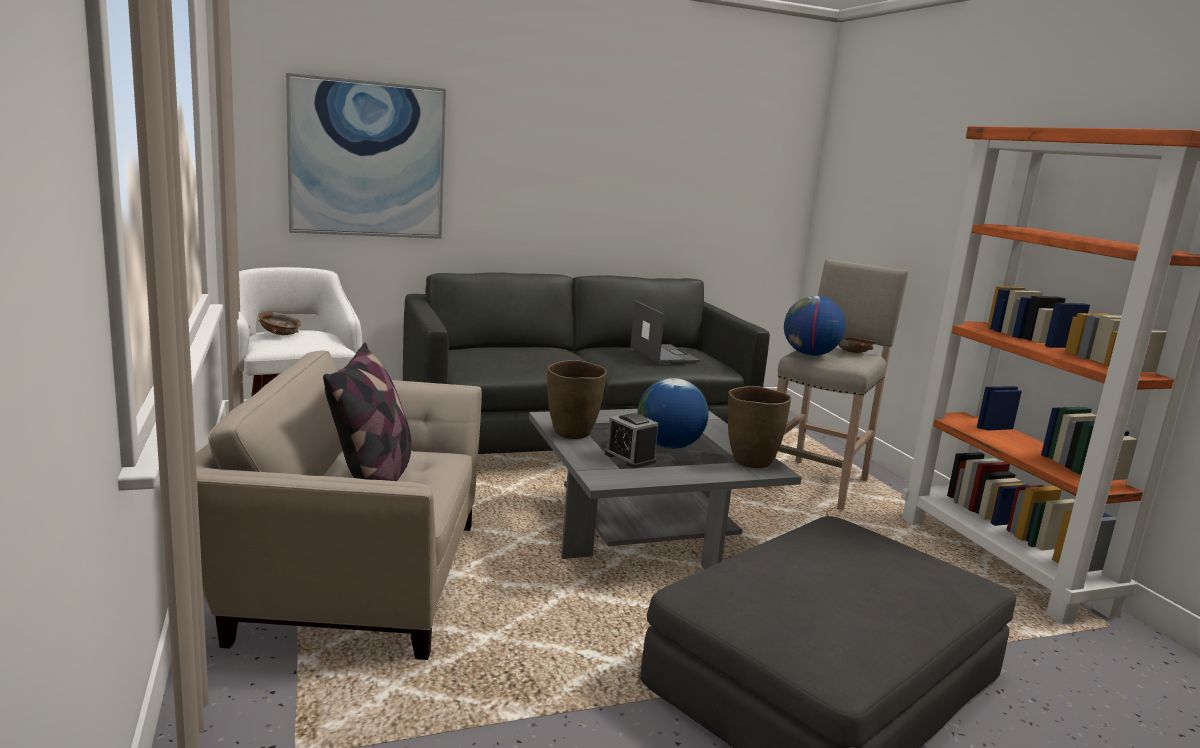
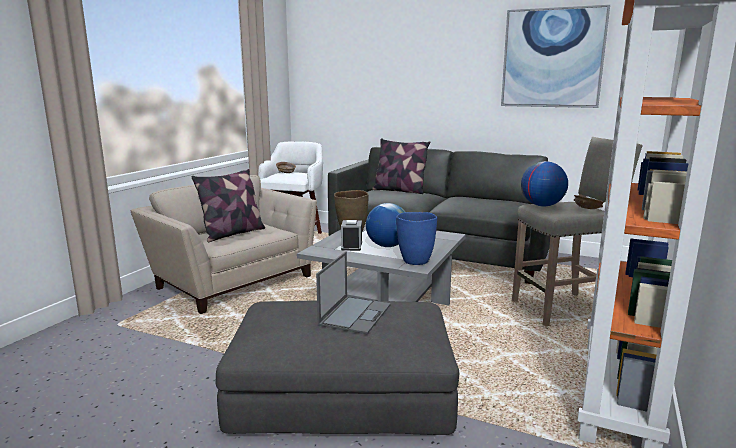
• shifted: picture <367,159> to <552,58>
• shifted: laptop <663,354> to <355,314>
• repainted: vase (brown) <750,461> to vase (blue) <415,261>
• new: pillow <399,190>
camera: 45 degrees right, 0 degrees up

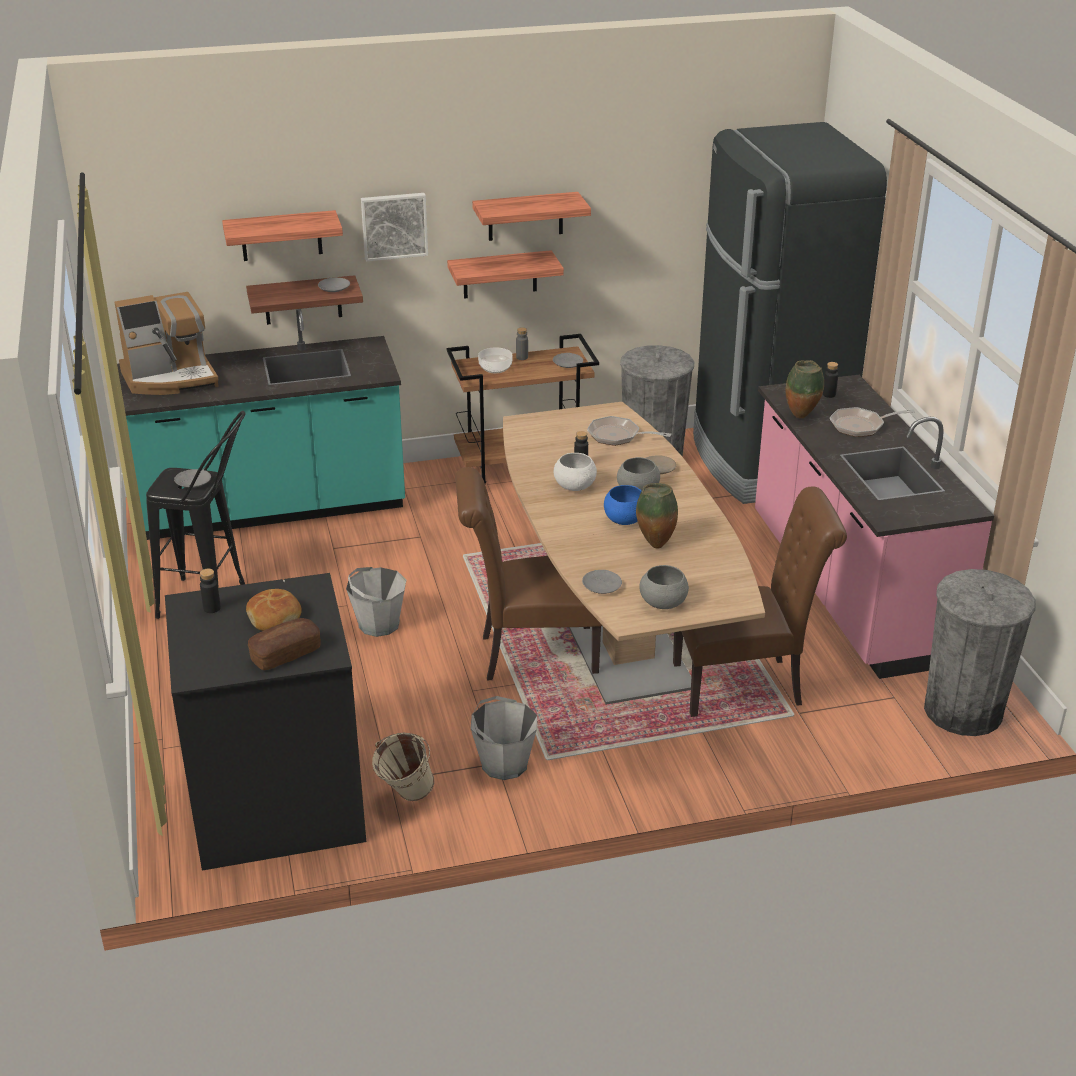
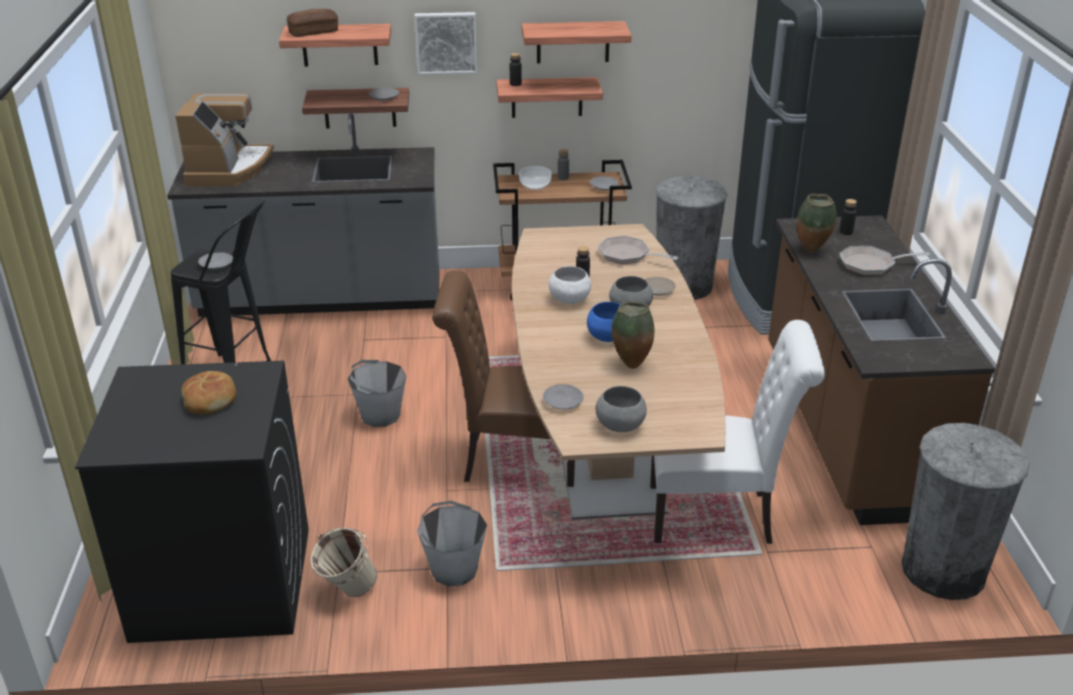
• rotated: coffee machine <171,378> = <228,169> 75 degrees counterclockwise
• repainted: counter (turquoise) <272,509> to counter (grey) <321,299>
• shifted: bottle (black) <212,608> to <515,84>
• shifted: bread <285,654> to <313,32>
• repainted: chair (brown) <745,685> to chair (white) <719,516>
• repainted: counter (pink) <847,590> to counter (brown) <846,429>
camera: 10 degrees right, 0 degrees up

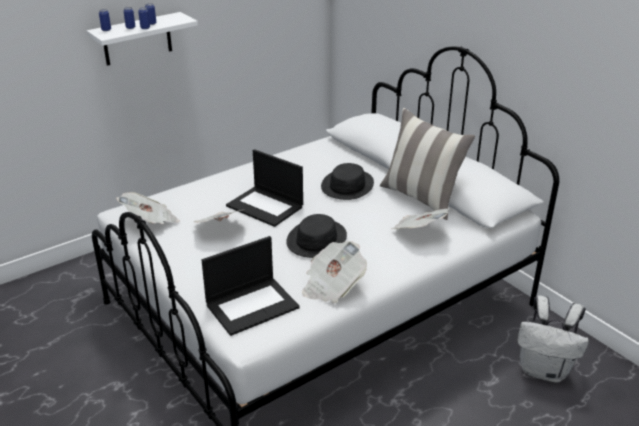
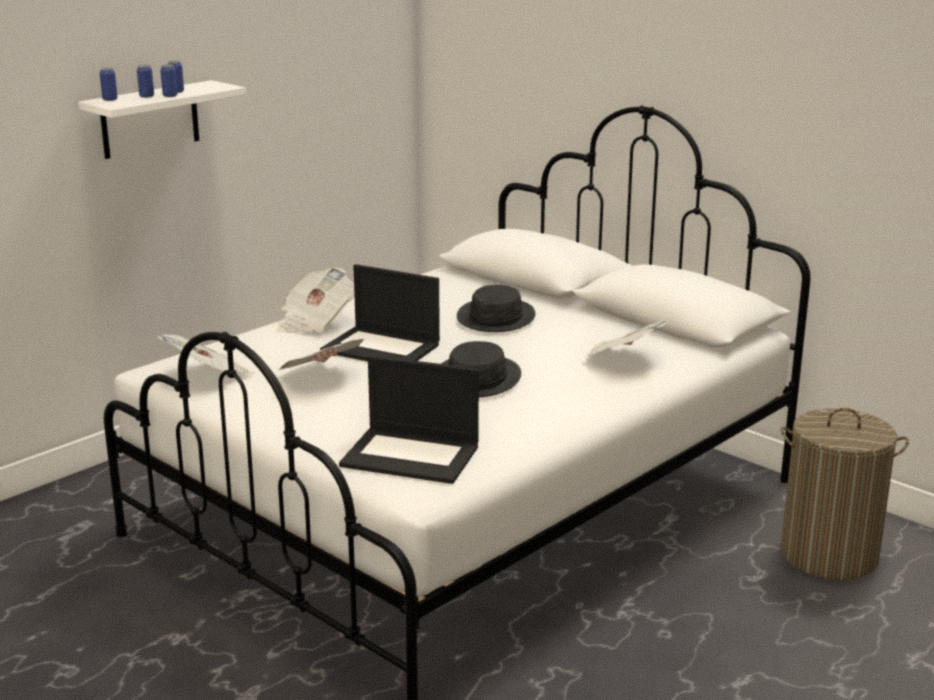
• rotated: laptop <252,305> = <412,455> 60 degrees clockwise
• shifted: newspaper <332,286> to <315,322>
• gone: pillow <421,198>
• swapped: backpack (white) <544,370> to laundry basket <829,555>
camera: 10 degrees left, 10 degrees down

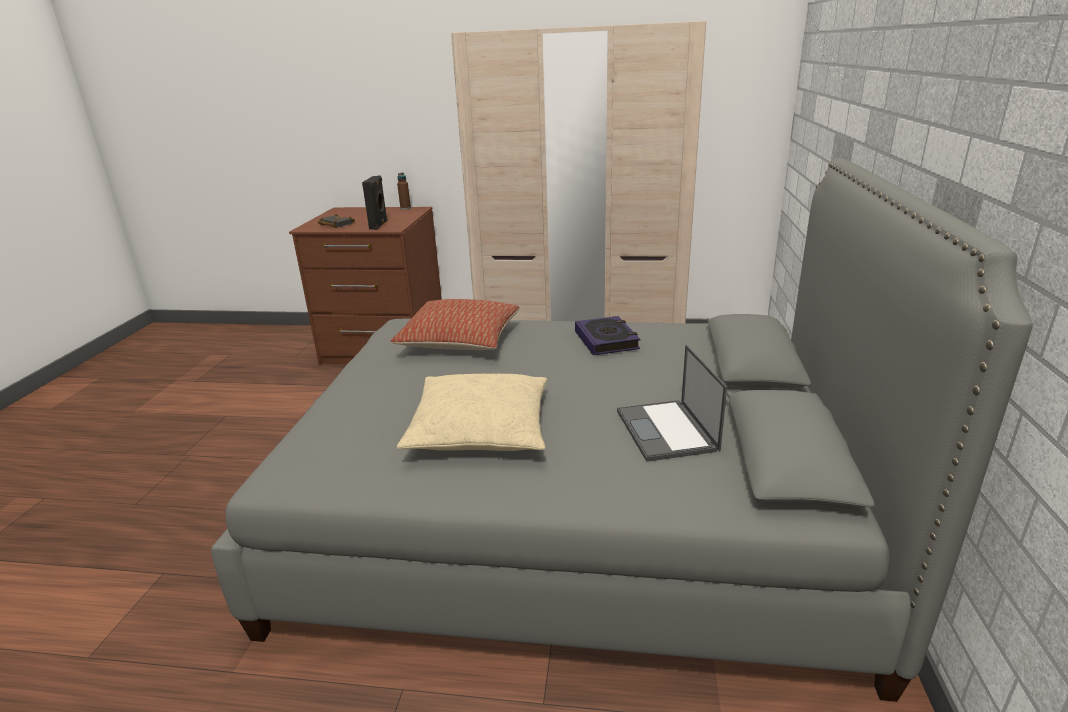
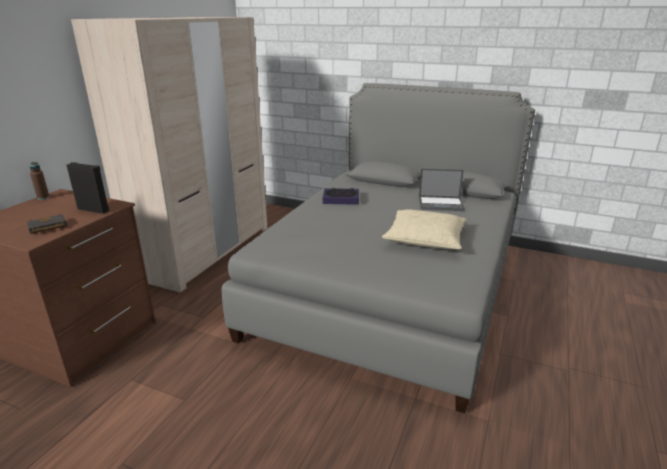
• gone: pillow <460,340>
camera: 75 degrees left, 0 degrees up

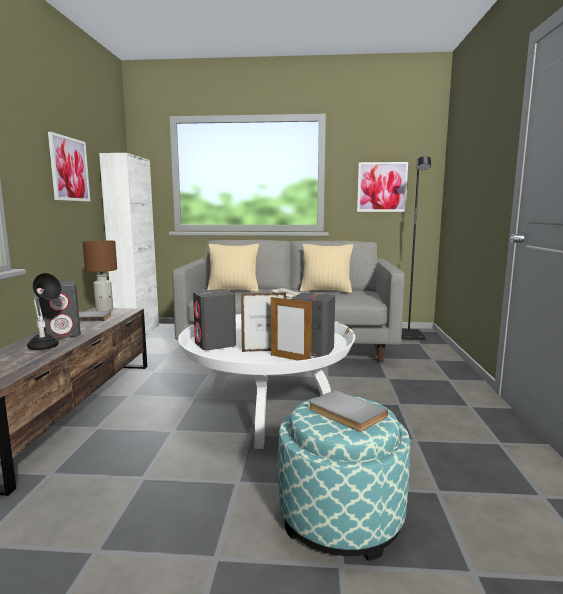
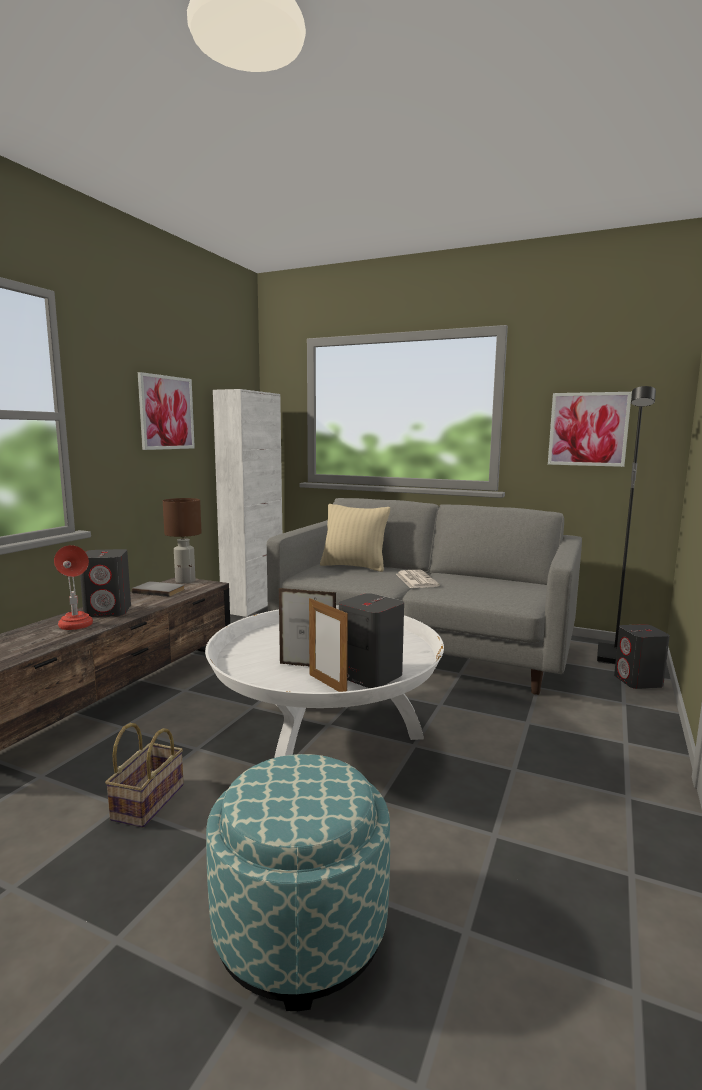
• repainted: table lamp (black) <46,348> to table lamp (red) <76,628>
• shifted: speaker (grey) <215,344> to <638,681>
• gone: pillow (beige) <326,291>
• gone: book (grey) <345,413>
• new: basket <148,800>
camera: 20 degrees right, 0 degrees up

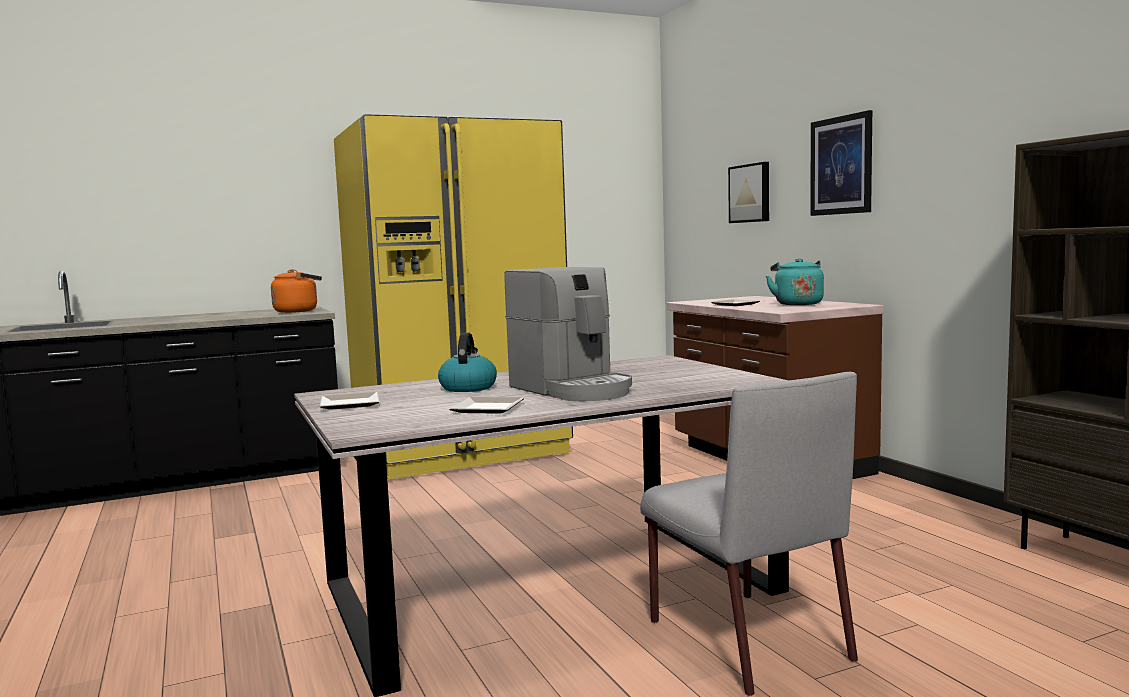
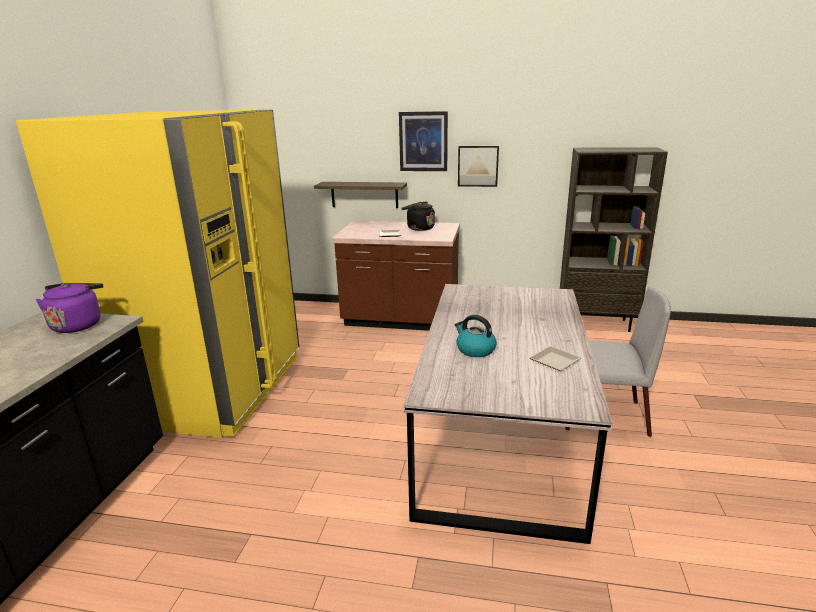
• repainted: kettle (orange) <298,311> to kettle (purple) <78,325>
• gone: plate <348,404>
• gone: coffee machine <573,389>
• shifted: picture <751,193> to <478,165>
• repainted: kettle (turquoise) <797,304> to kettle (black) <418,228>
• new: shelf <364,194>
camera: 55 degrees left, 15 degrees up

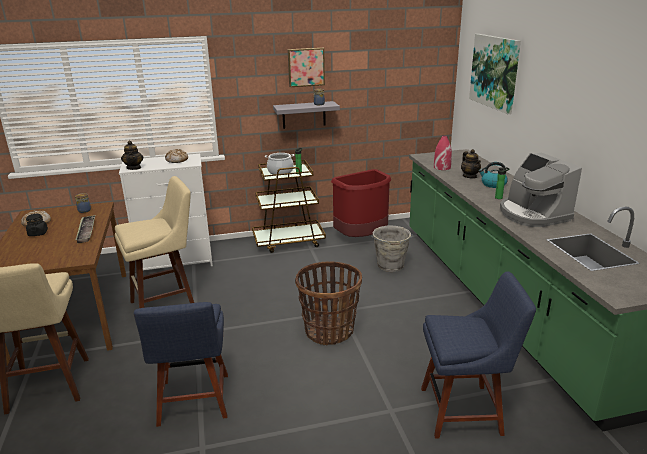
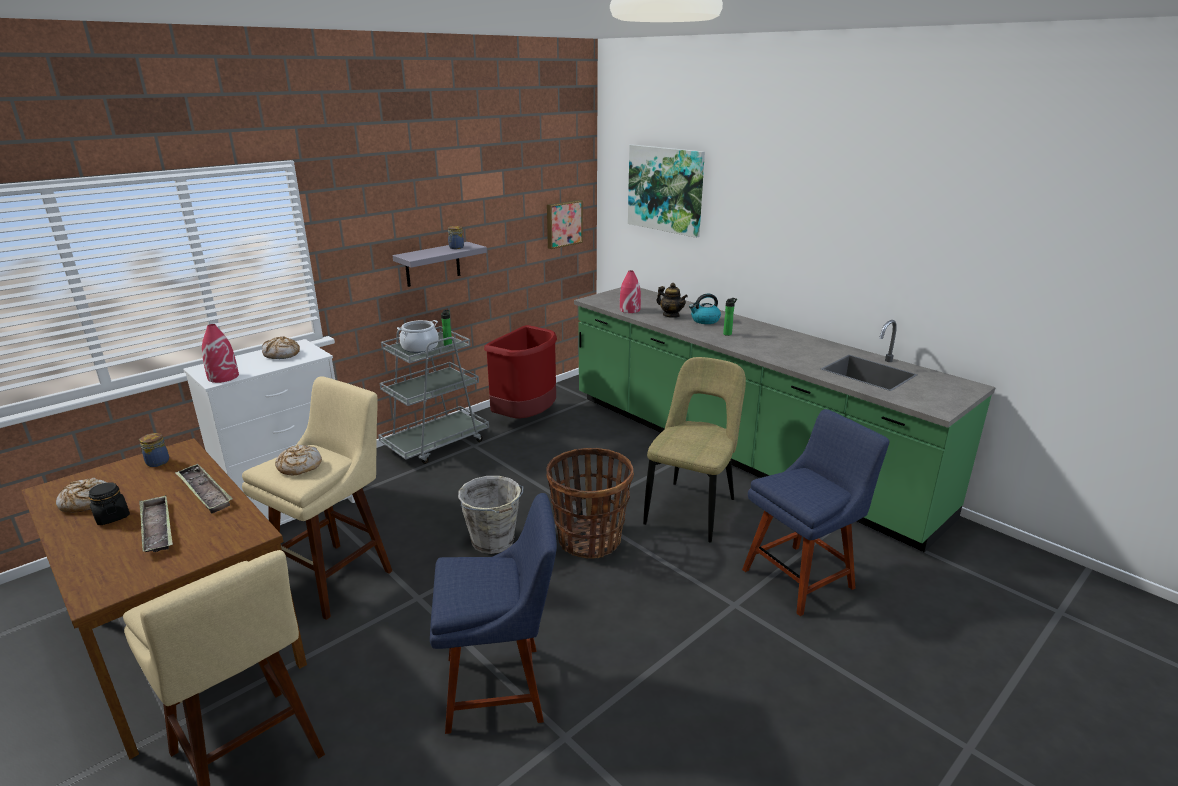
• swapped: teapot <134,168> to vase (red) <223,377>
• rotated: chair (blue) <193,402> = <500,687> 60 degrees counterclockwise
• repainted: cart (brown) <289,241> to cart (grey) <436,443>
• shifted: picture <306,67> to <563,223>
• shifted: bucket (grey) <390,266> to <493,542>
• gone: coffee machine <532,214>
• new: tray <157,529>
• new: bread <299,466>
• new: chair (beige) <692,509>
camera: 30 degrees left, 0 degrees up

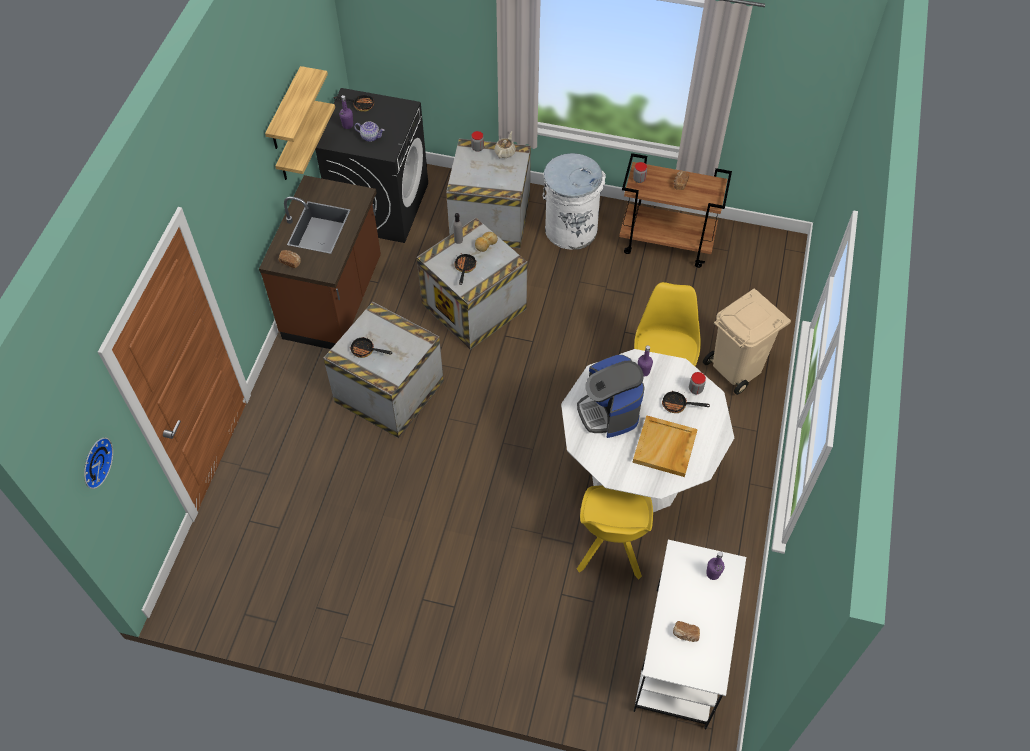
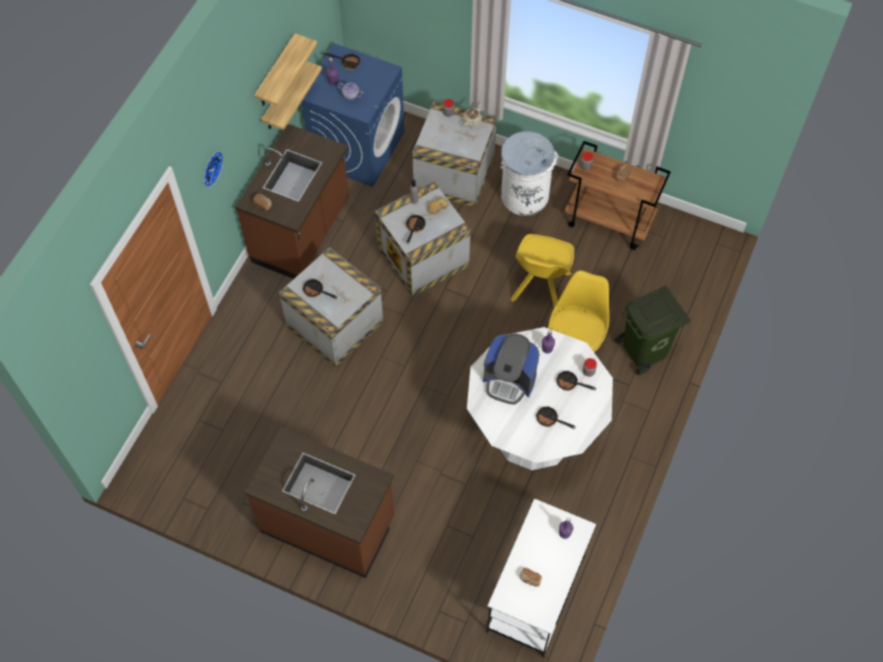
• shifted: wall clock <94,462> to <210,168>
• repainted: washing machine (black) <380,205> to washing machine (blue) <357,147>
• rotated: coffee machine <609,411> = <509,380> 60 degrees counterclockwise
• shifted: chair (yellow) <610,548> to <540,288>
• swapped: tray (beige) <665,448> to frying pan <550,419>
• repainted: trash can (beige) <737,368> to trash can (green) <645,350>
• new: counter (brown) <328,524>
camera: 10 degrees right, 5 degrees up

